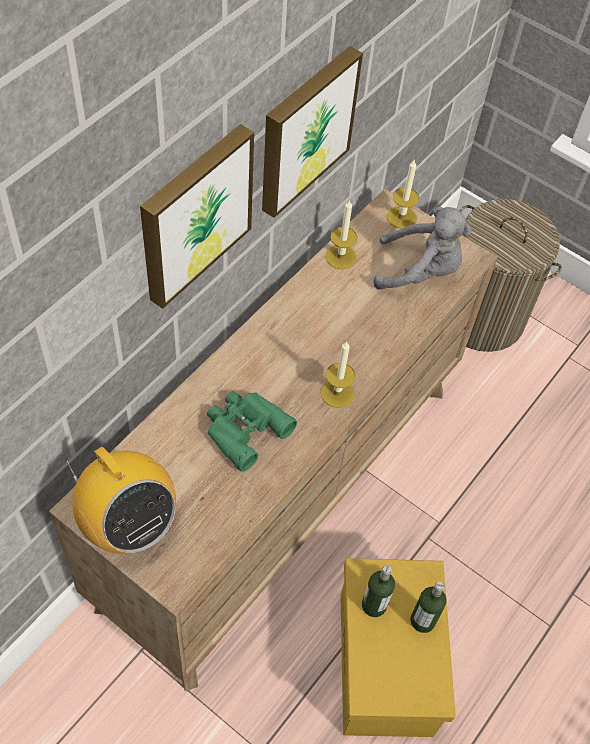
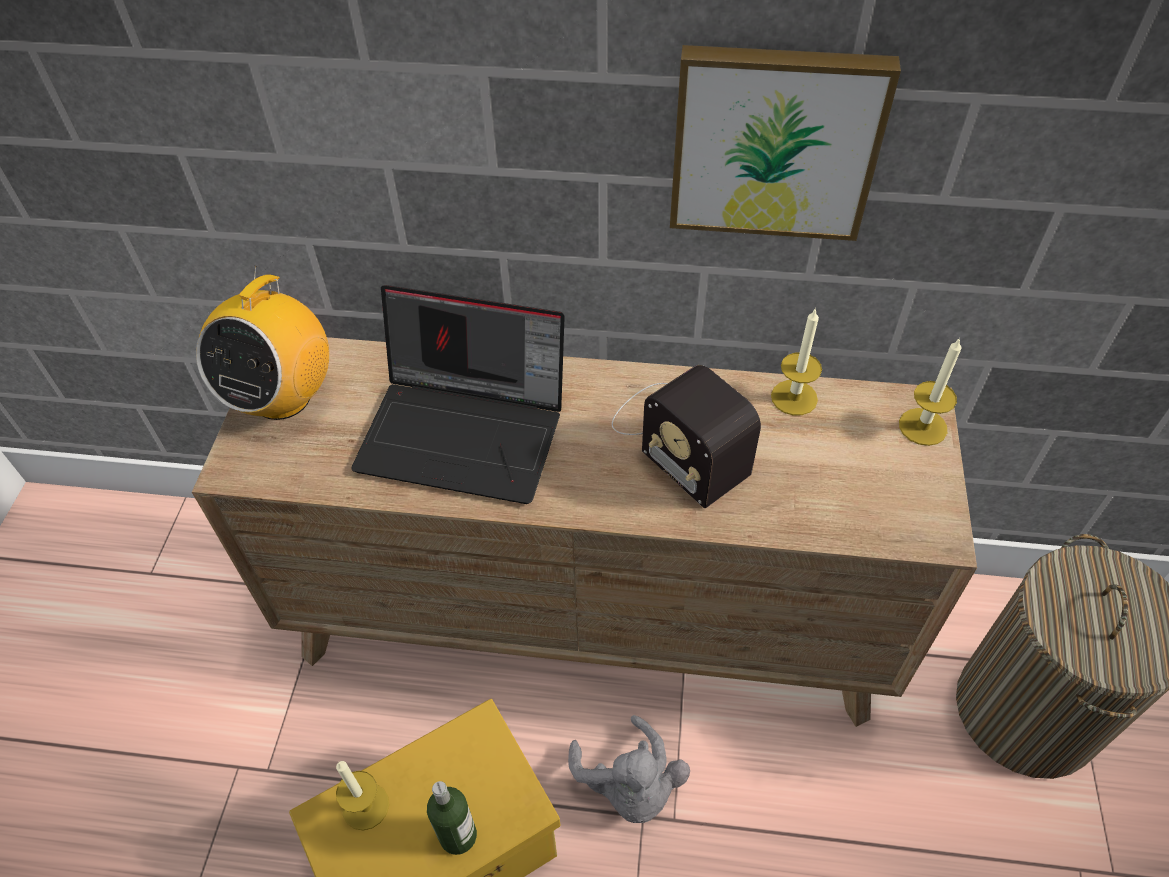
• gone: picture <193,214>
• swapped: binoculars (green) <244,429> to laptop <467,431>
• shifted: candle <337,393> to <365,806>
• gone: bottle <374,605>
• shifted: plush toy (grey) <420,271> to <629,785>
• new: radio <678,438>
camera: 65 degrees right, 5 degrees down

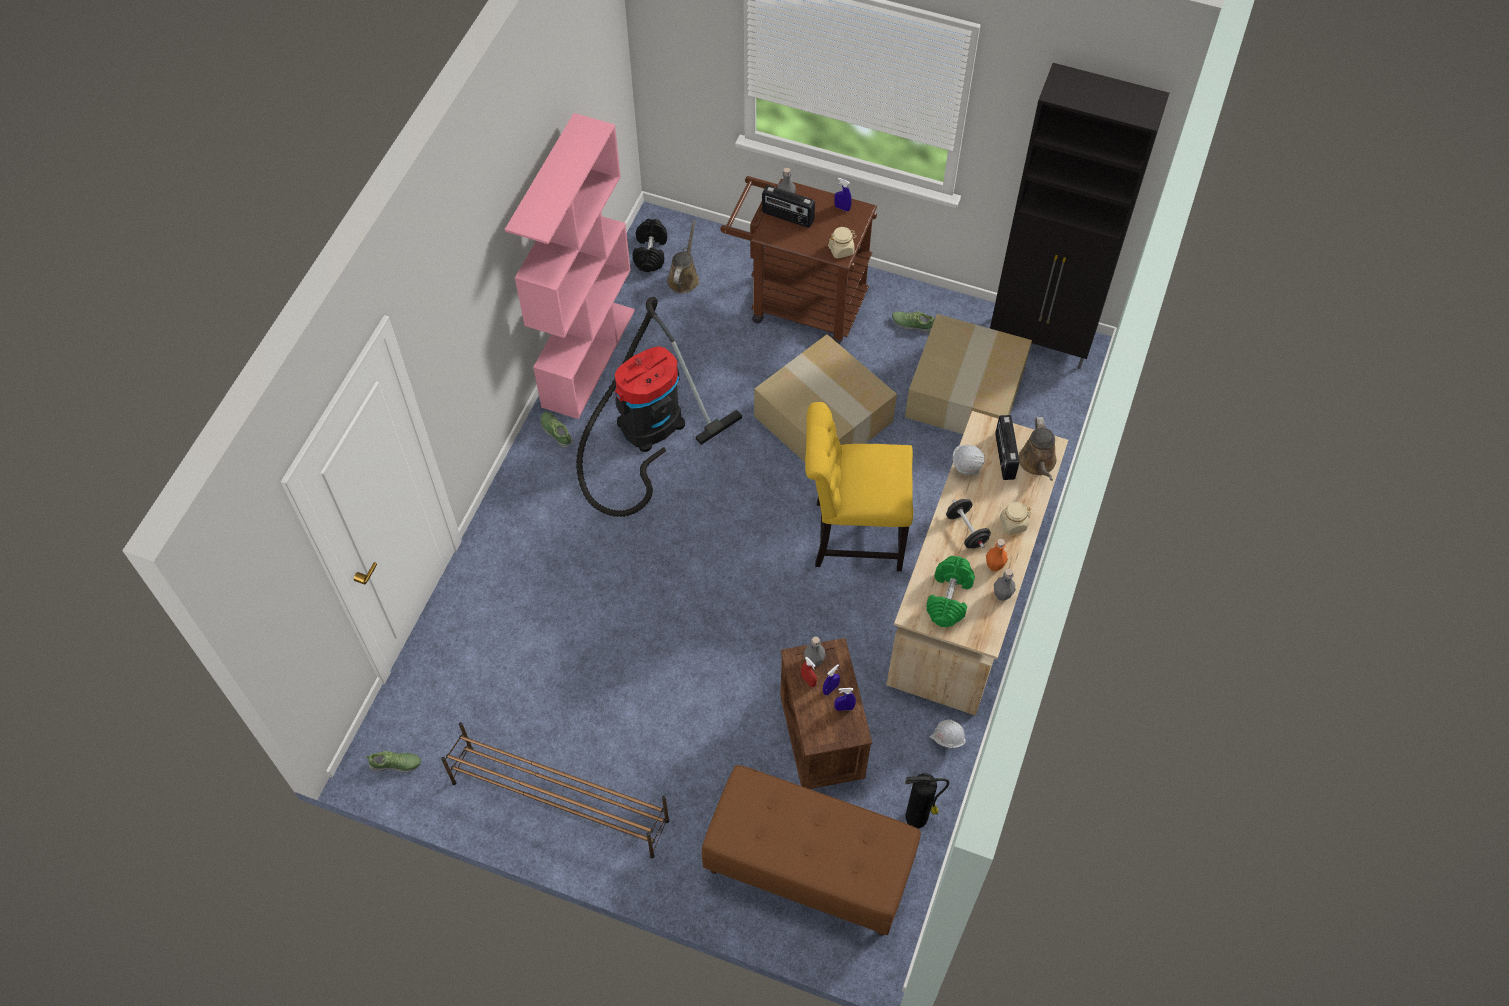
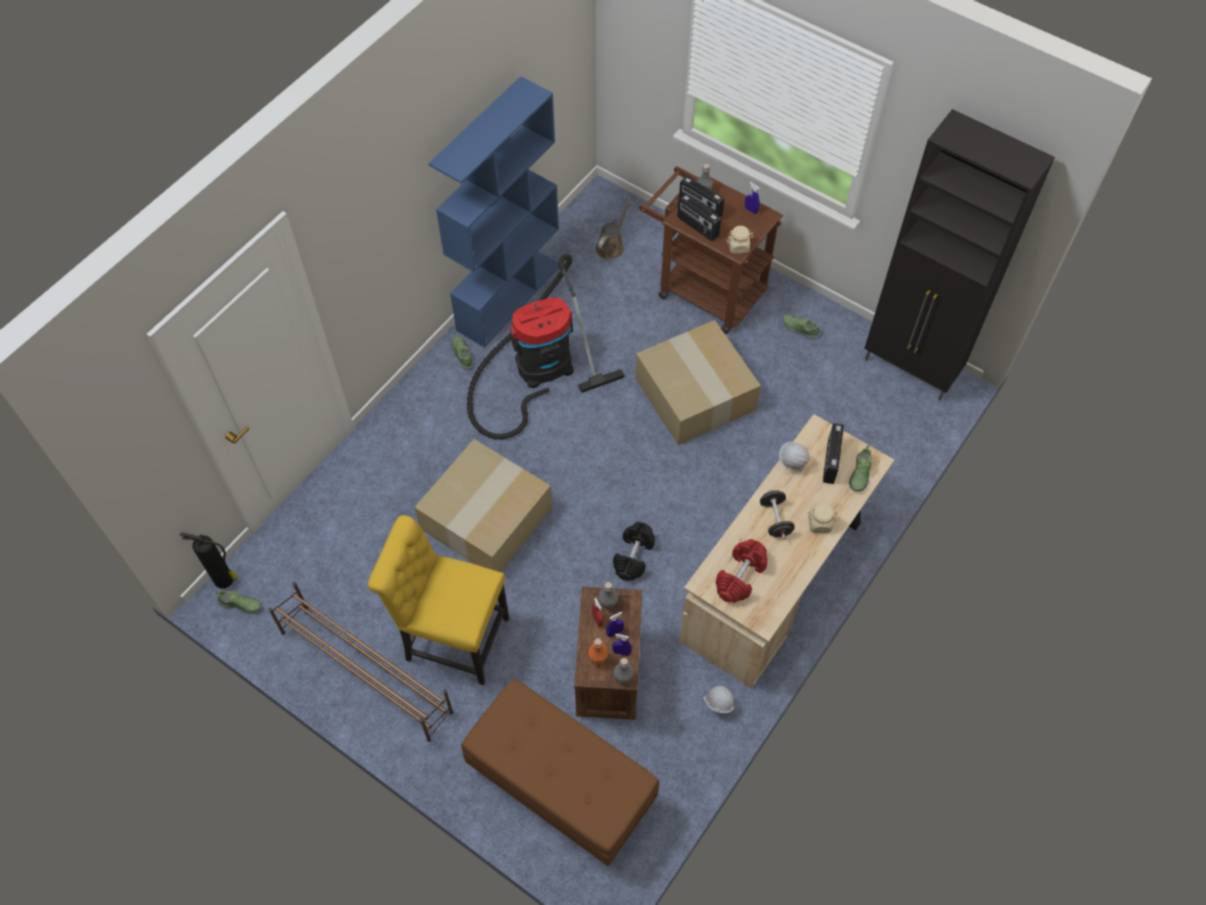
• repainted: bookcase (pink) <588,357> to bookcase (blue) <509,296>
• shifted: dumbbell (black) <650,253> to <633,556>
• shifted: chair (yellow) <852,535> to <452,637>
• shifted: cardboard box <966,394> to <486,520>
• shifted: fire extinguisher <918,817> to <225,580>
• repainted: dumbbell (green) <949,598> to dumbbell (red) <740,577>
• shifted: bottle (orange) <994,565> to <598,659>
• shifted: bottle (grey) <1002,594> to <623,678>
• swapped: watering can (brown) <1038,463> to shoe <859,474>
• new: radio <697,227>
camera: 15 degrees right, 0 degrees up

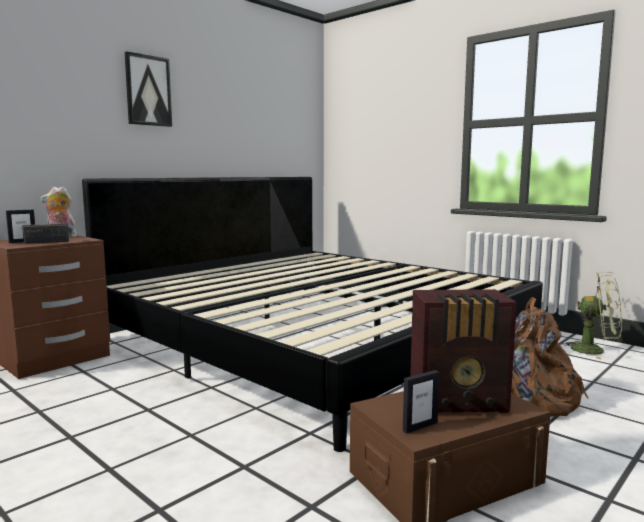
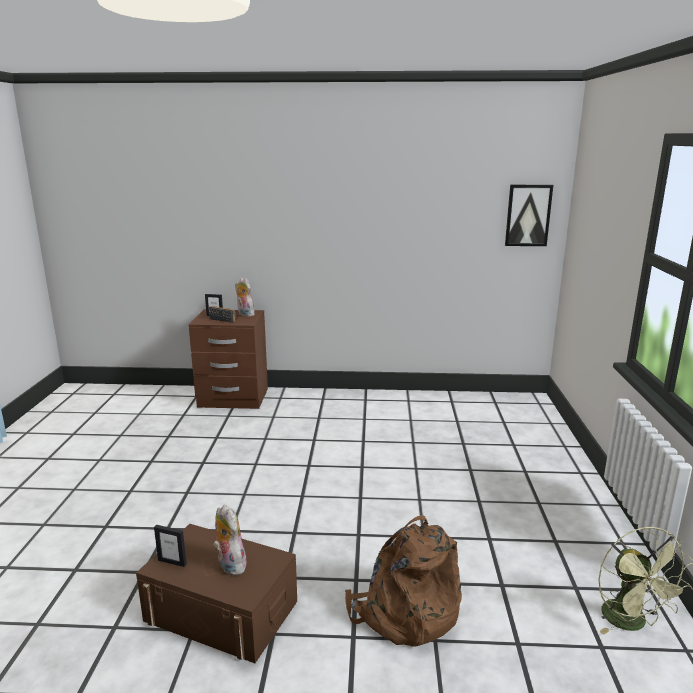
• gone: bed <316,338>
• shifted: picture <148,90> to <528,215>
• swapped: radio <460,402> to plush toy <229,565>
camera: 50 degrees right, 10 degrees up

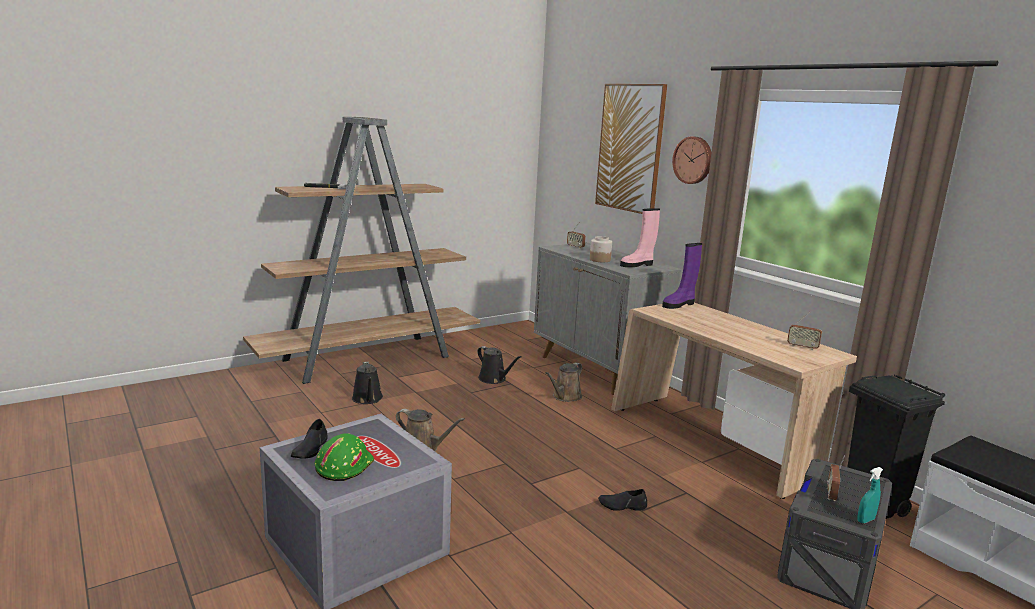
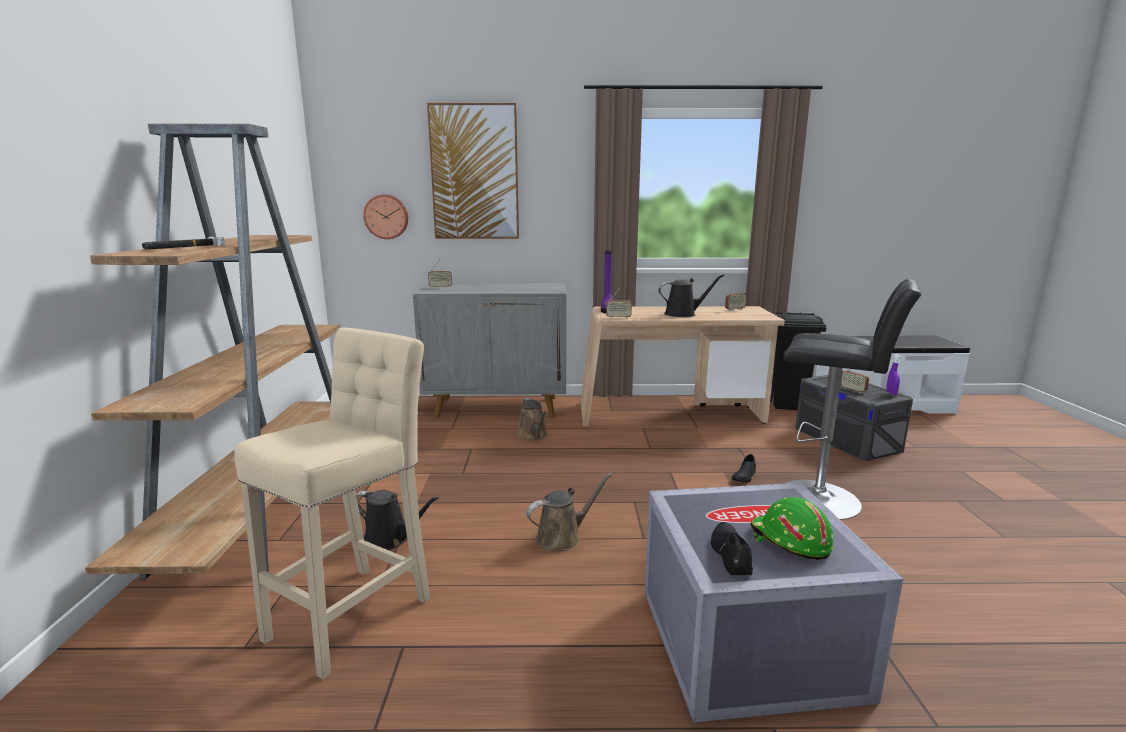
• rotated: shoe (black) <310,449> = <730,554> 135 degrees counterclockwise
• shifted: watering can (black) <494,379> to <683,314>
• gone: jar <599,260>
• gone: boot (pink) <637,265>
• shifted: wall clock <693,160> to <386,216>
• repainted: spray bottle (turquoise) <865,520> to spray bottle (purple) <891,393>
• new: stool (beige) <356,612>
• new: radio <618,318>
• new: stool (black) <825,500>
camera: 55 degrees left, 0 degrees up

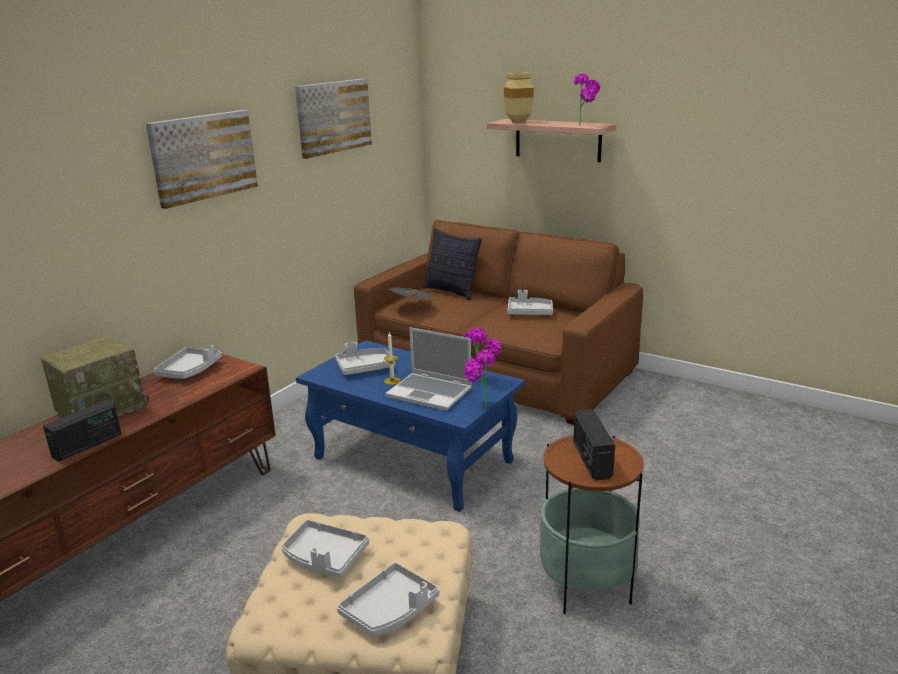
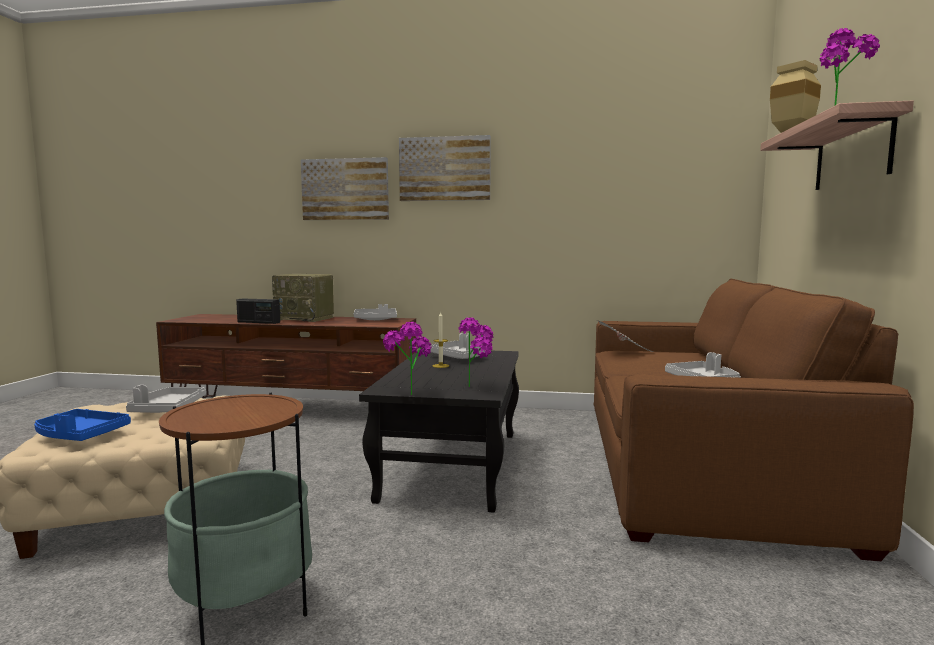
• shifted: picture <333,117> to <345,189>
• repainted: coffee table (blue) <414,460> to coffee table (black) <452,465>
• repainted: tray (grey) <390,610> to tray (blue) <80,435>
• gone: laptop <431,393>
• gone: pillow <451,292>
• gone: radio <591,460>
camera: 65 degrees right, 15 degrees down

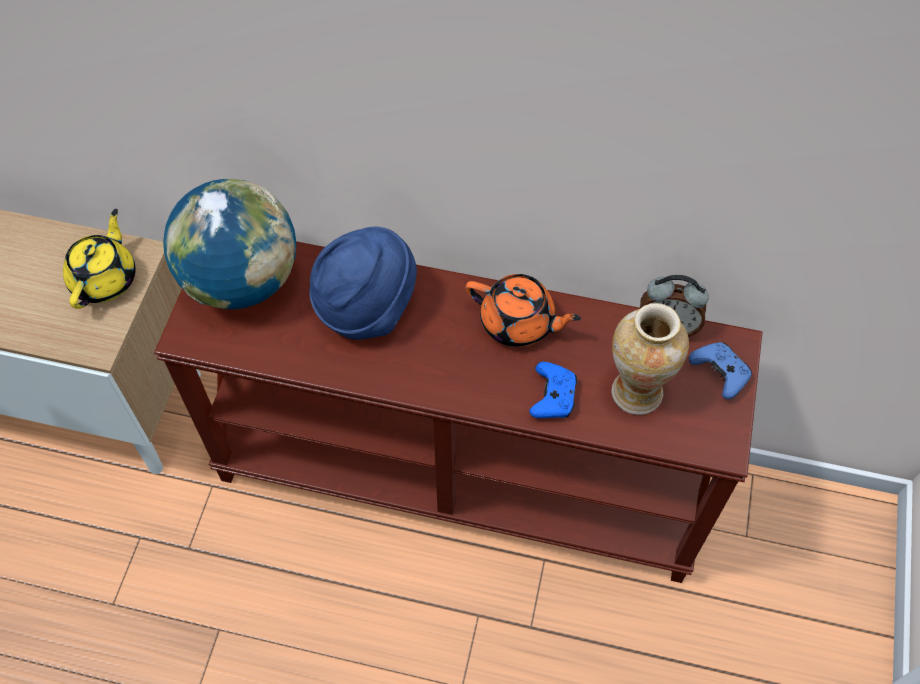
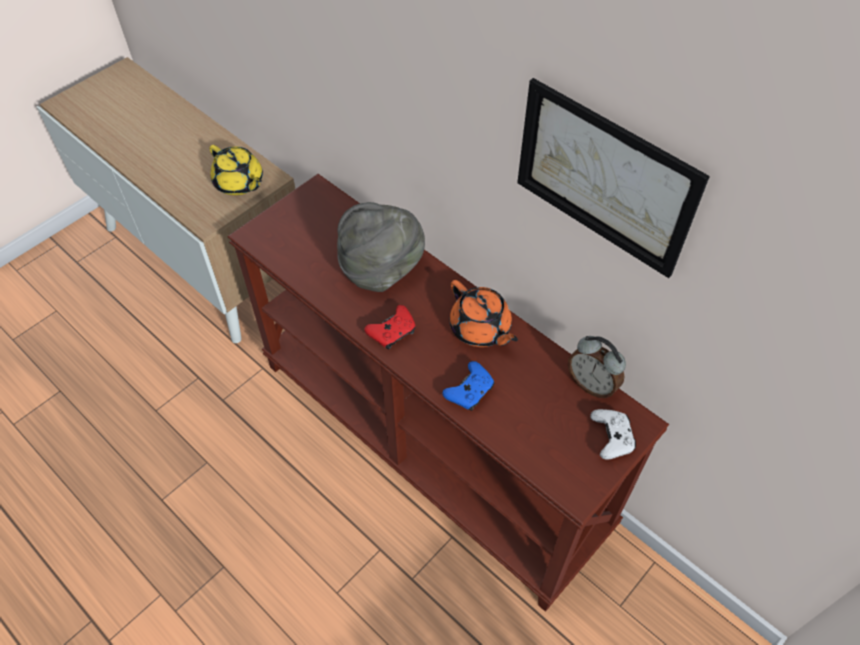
• rotated: teapot (yellow) <105,279> = <239,183> 90 degrees clockwise
• gone: globe <242,281>
• repainted: hat (blue) <366,306> to hat (grey) <381,269>
• gone: vase <636,391>
• repainted: game controller (blue) <720,373> to game controller (white) <611,438>
• new: game controller (red) <392,332>
• new: picture <604,178>
camera: 30 degrees right, 5 degrees down

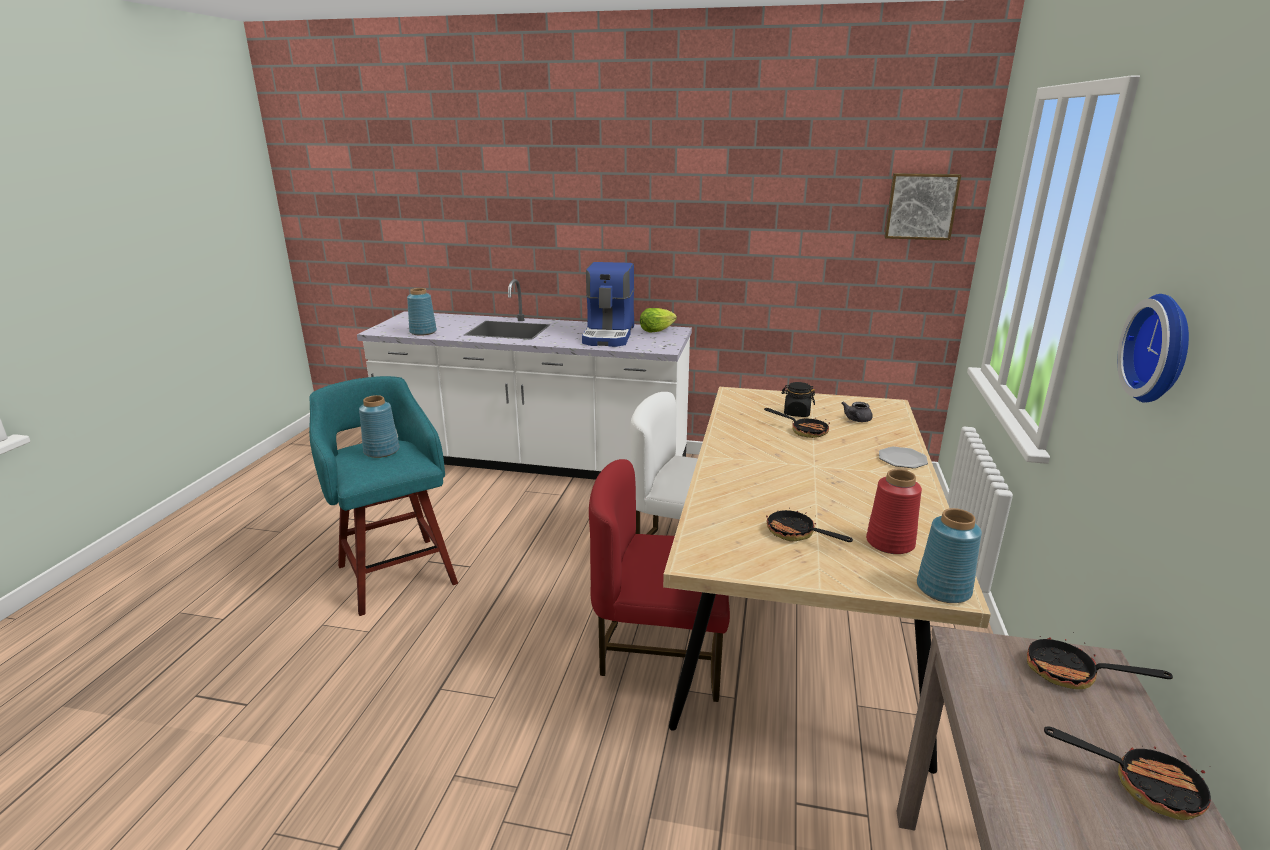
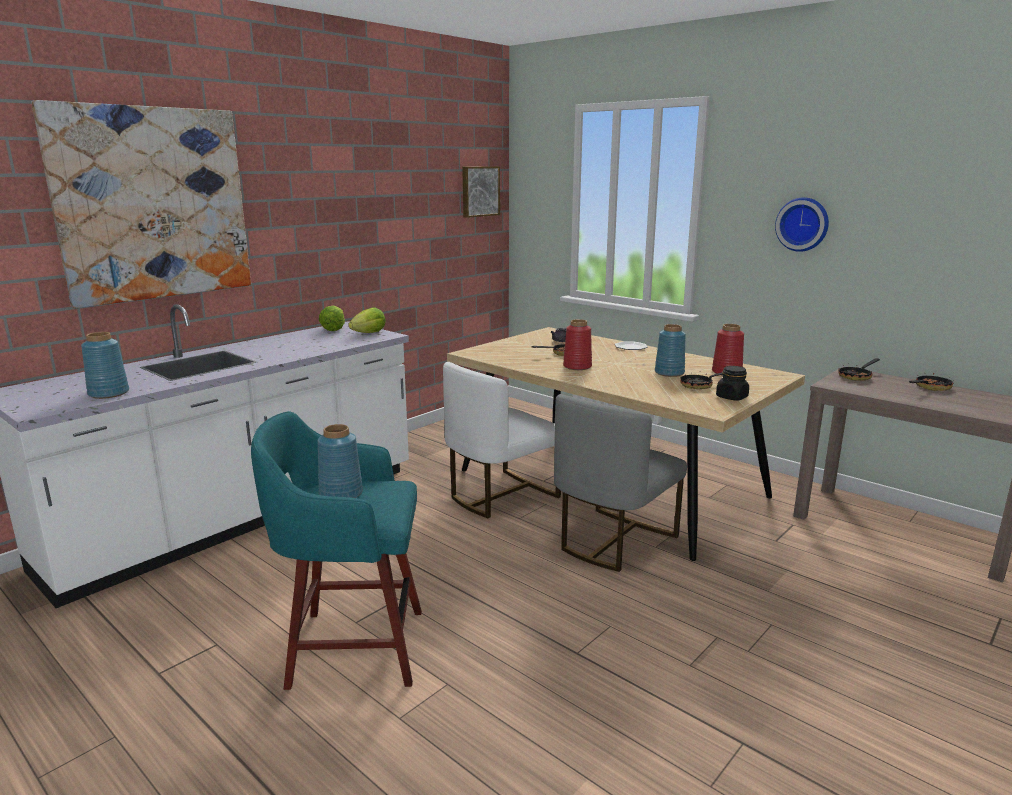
• gone: coffee machine <610,335>
• repainted: chair (red) <662,653> to chair (grey) <613,541>
• shifted: jar (black) <796,413> to <731,397>
• shifted: vase (blue) <942,589> to <669,373>
• new: picture <153,204>
• new: lettuce <369,333>
• new: vase (red) <577,366>
camera: 60 degrees left, 5 degrees down

